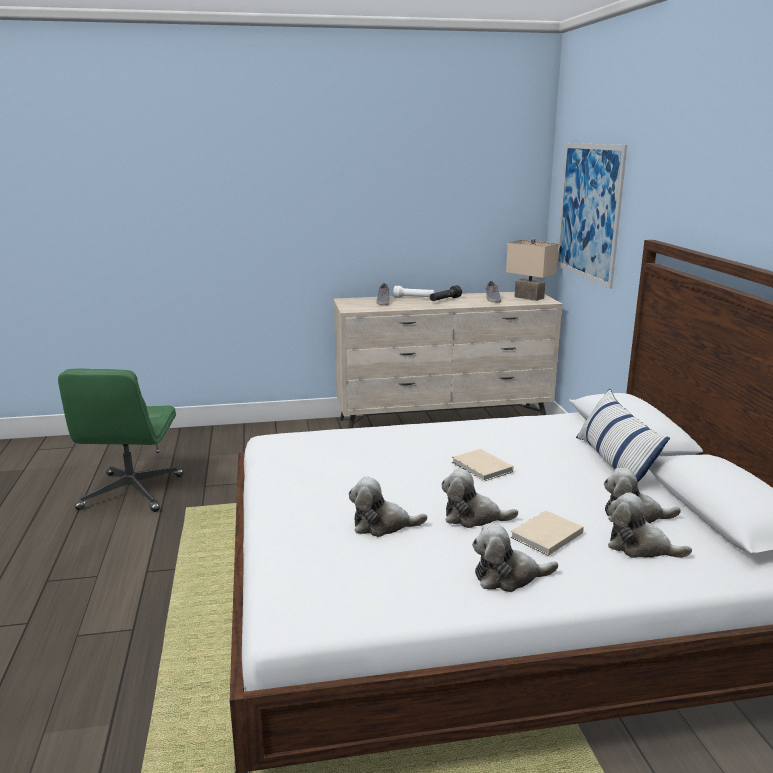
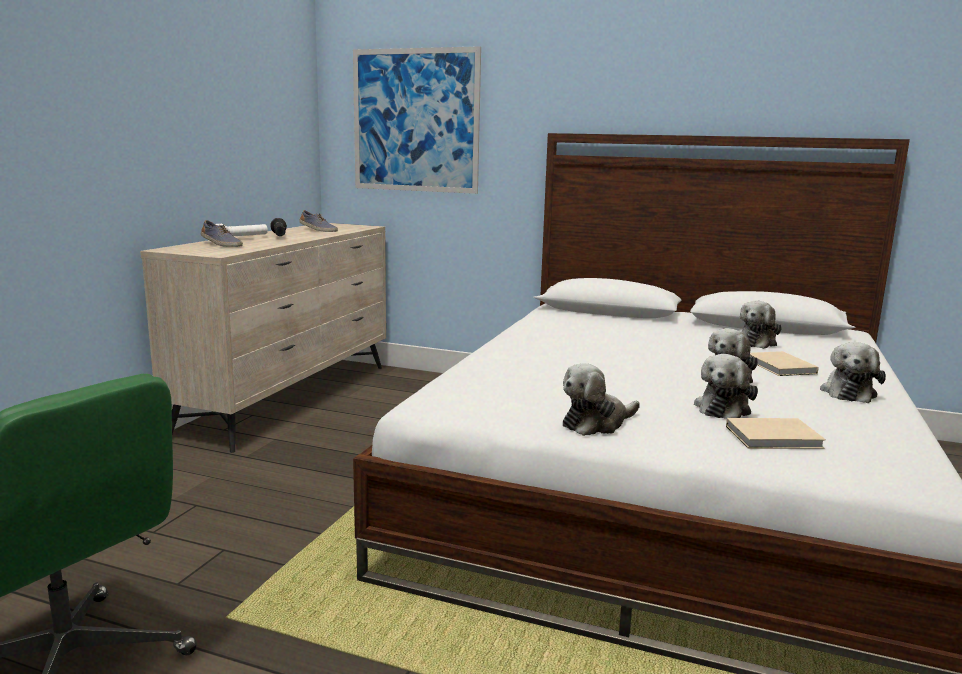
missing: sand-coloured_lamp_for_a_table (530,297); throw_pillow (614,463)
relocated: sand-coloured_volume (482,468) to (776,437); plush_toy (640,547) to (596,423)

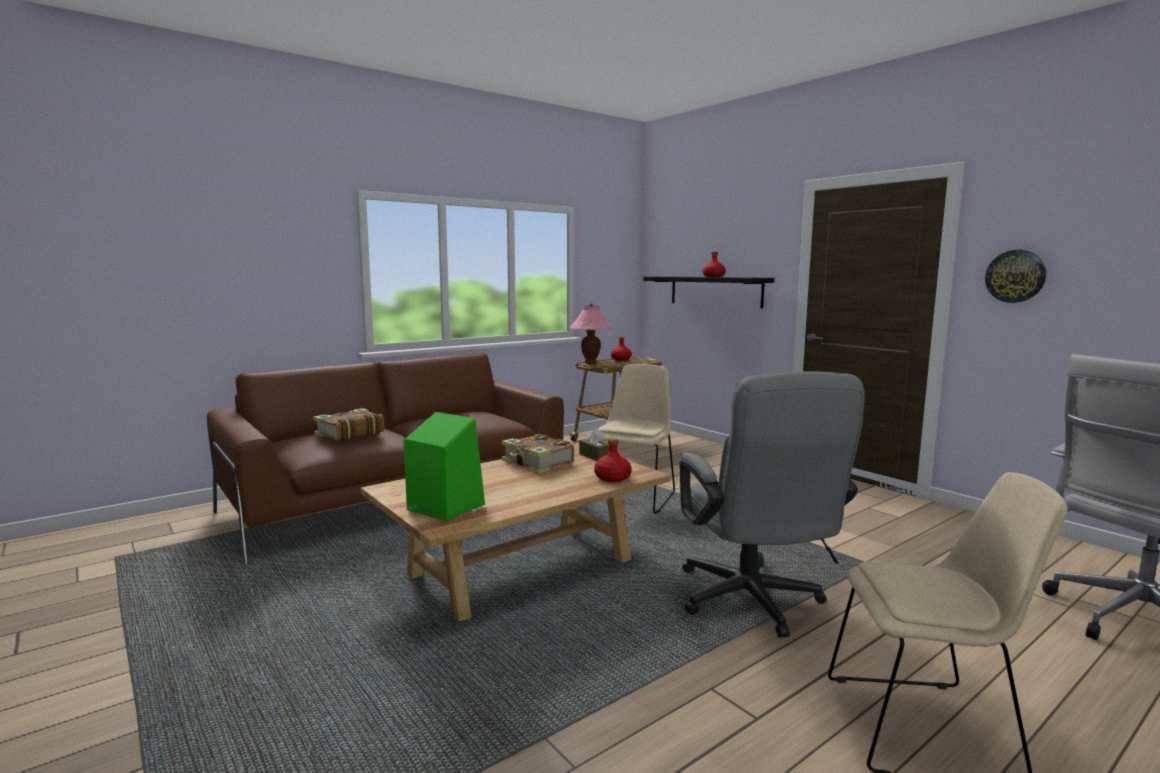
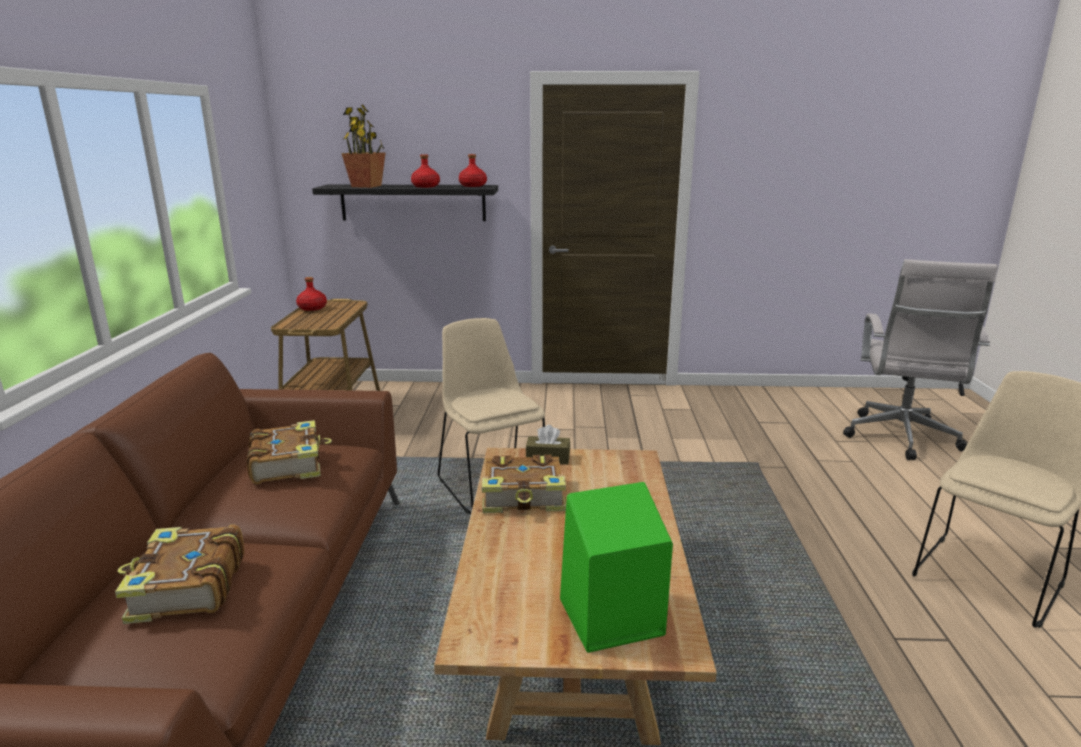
missing: pinkish_lamp_for_a_table (590,362); greyish_computer_chair (753,604); clock_on_the_wall (1015,276)
appeared: volume (288,464); plant_in_a_pot (367,186)
relocated: red_drink_bottle (612,478) to (473,186)

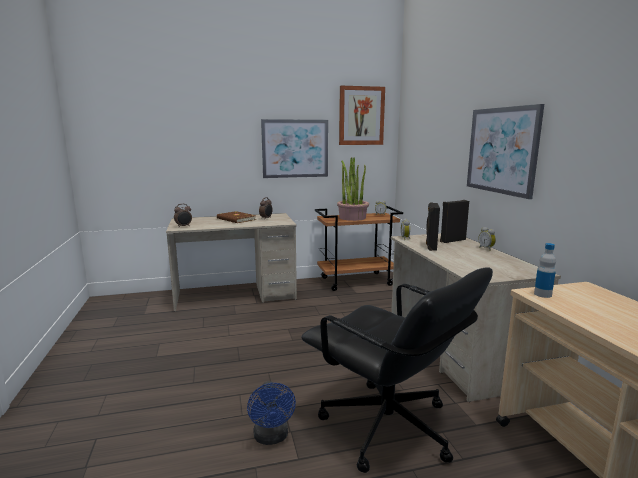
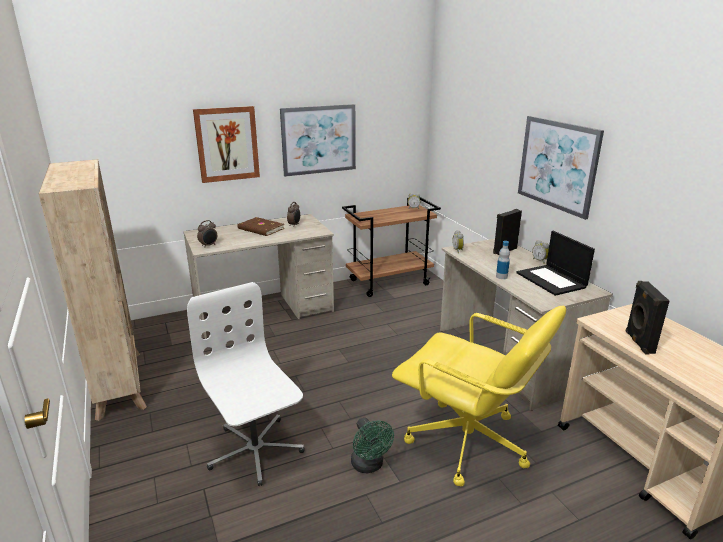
missing: plant_in_a_pot (352,217)
appeared: sand-coloured_bookshelf (119,383); white_computer_chair (255,451); laptop (552,280)
relocated: wall_picture (361,116) to (227,144); black_audio_speaker (430,246) to (638,342); drink_bottle (542,294) to (501,276)
colour: bluish_fan (272,437) to green-coloured_fan (369,466); black_computer_chair (387,428) to yellowish_computer_chair (468,444)

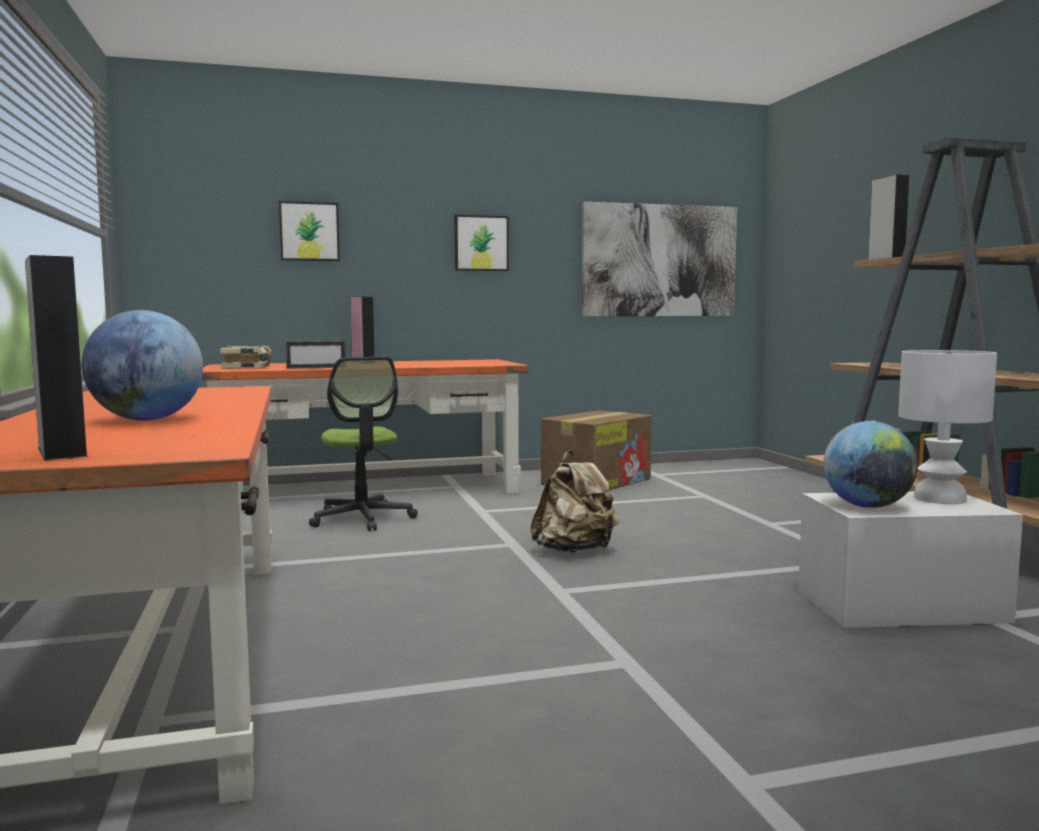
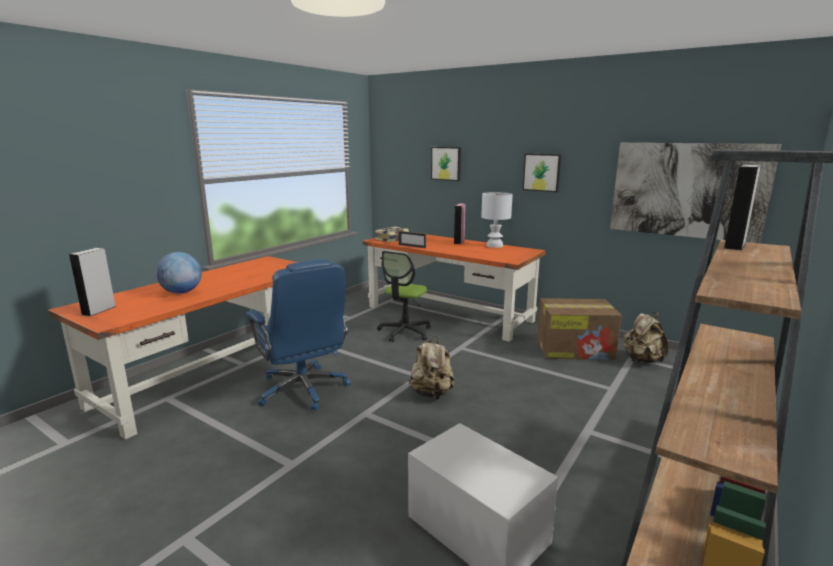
missing: globe (867,506)
appeared: bluish_computer_chair (303,390); sand-coloured_backpack (641,360)
relocated: white_lamp_for_a_table (938,498) to (494,245)

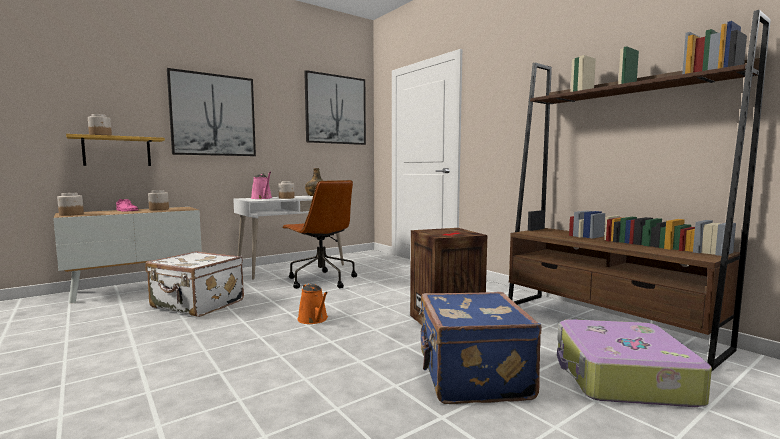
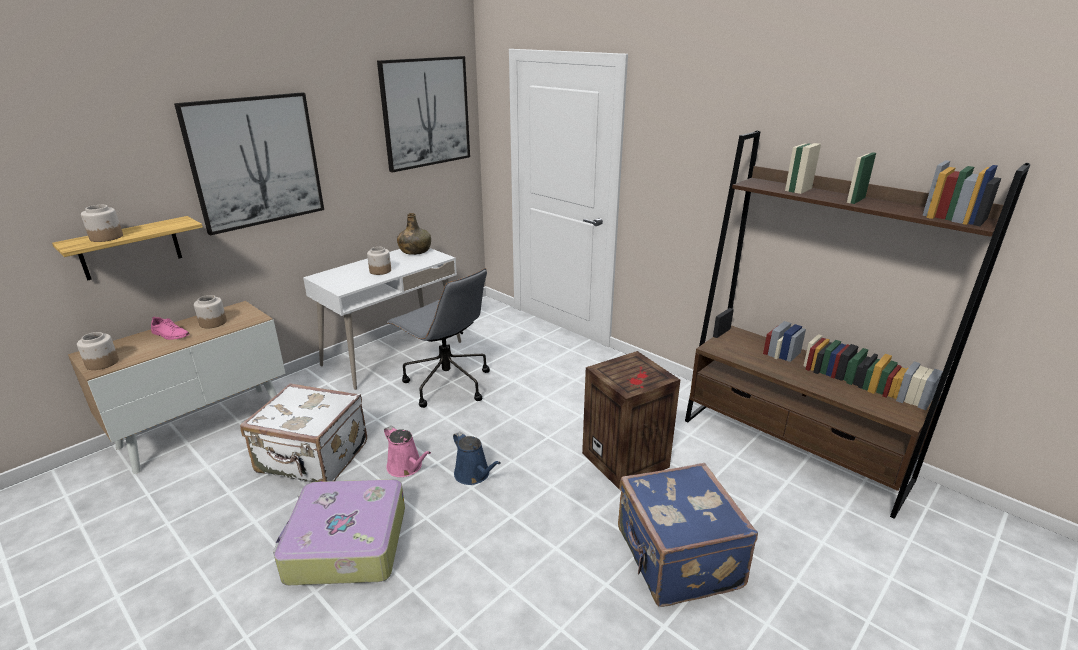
relocated: pinkish_sprinkling_can (262,198) to (406,467); travel_case (621,377) to (345,544)
colour: brown-coloured_computer_chair (321,280) to greyish_computer_chair (446,384); orange-coloured_sprinkling_can (314,319) to bluish_sprinkling_can (474,475)

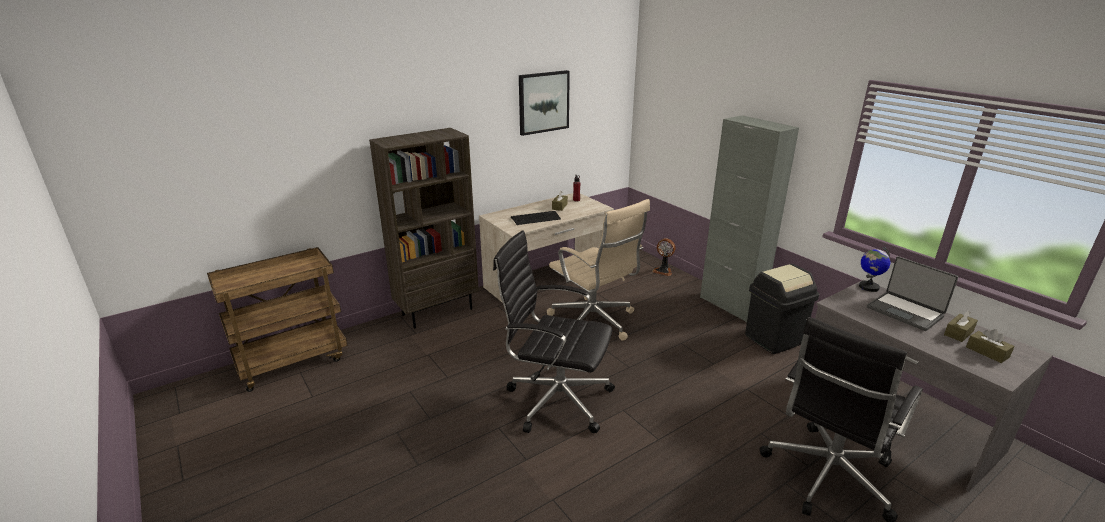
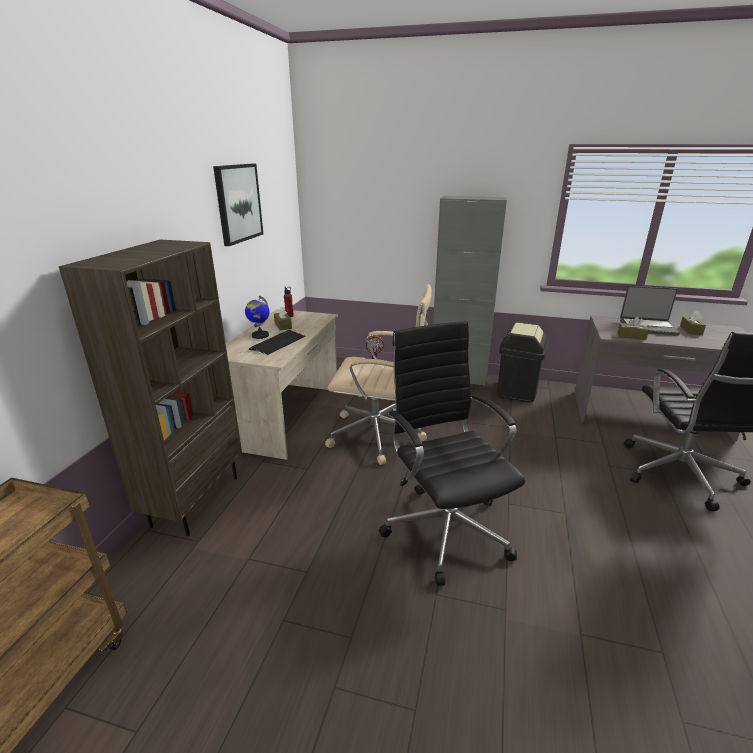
relocated: globe (868,287) to (260,335); brown-coloured_tissue_holder (987,352) to (631,336)
spun: black_computer_chair (556,399) = (445,527) 90 degrees clockwise

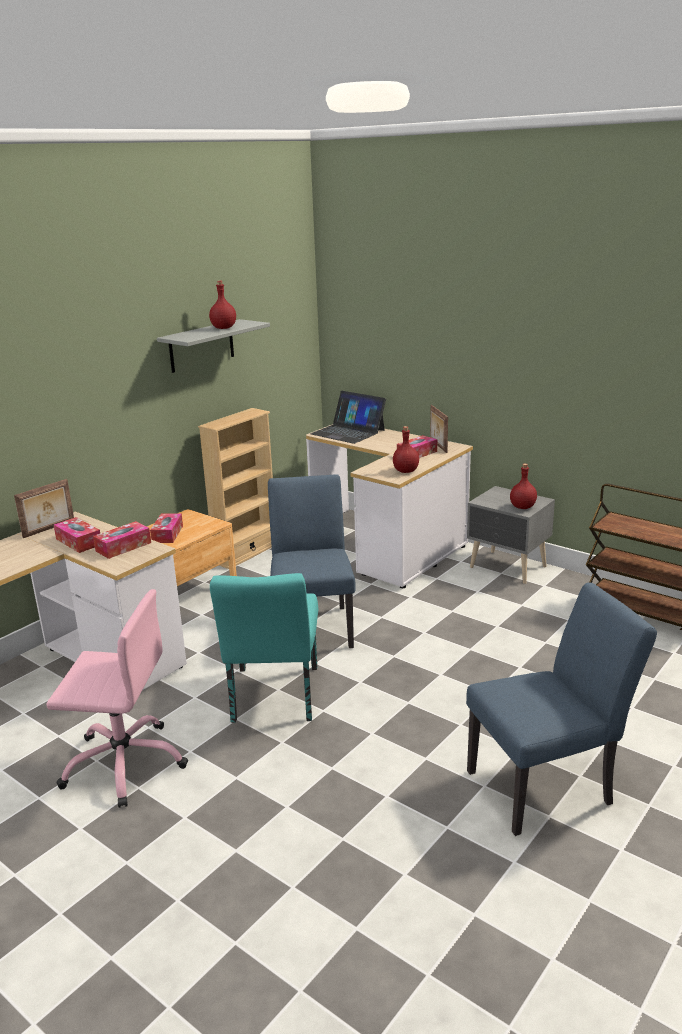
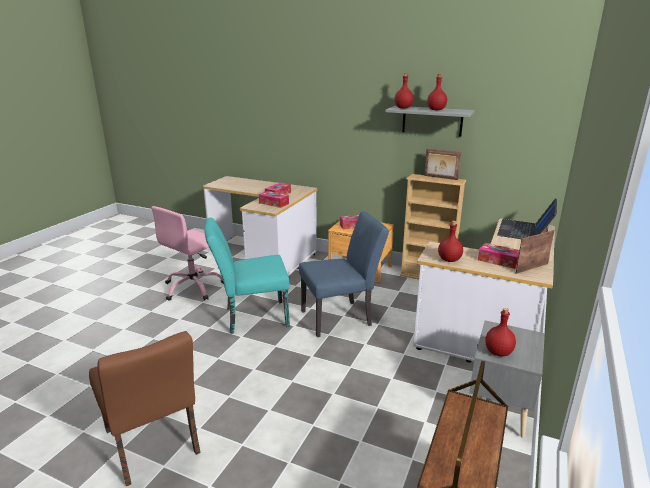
appeared: red_drink_bottle (403,108)
relocated: photo_frame (49,529) to (440,178)
colour: bluish_plain_chair (549,785) to brown-coloured_plain_chair (154,447)
spun: pinkish_computer_chair (124,763) = (194,287) 45 degrees clockwise

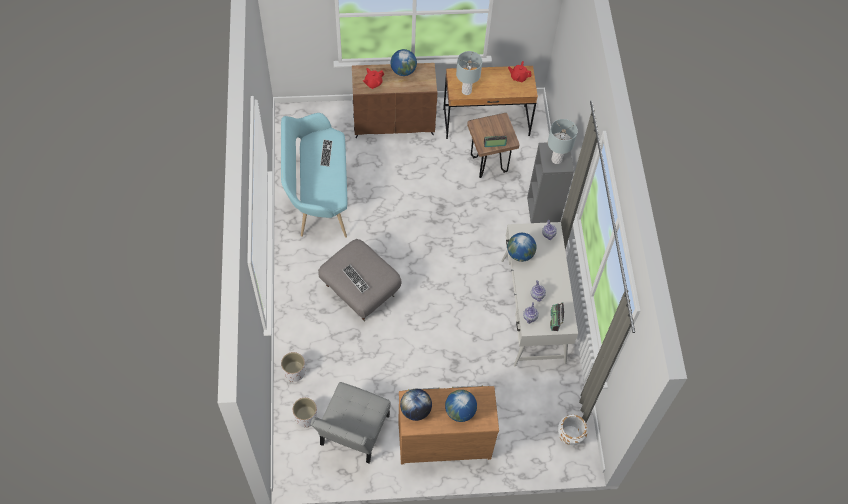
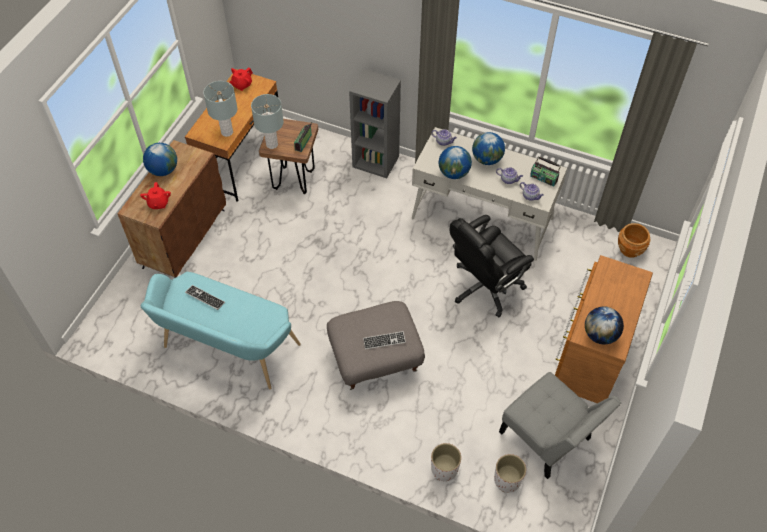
appeared: black_computer_chair (485,287)
relocated: globe (460,411) to (487,159); greyish_lamp_for_a_table (556,159) to (272,144)
colour: white_plant_pot (570,435) to brown-coloured_plant_pot (630,249)

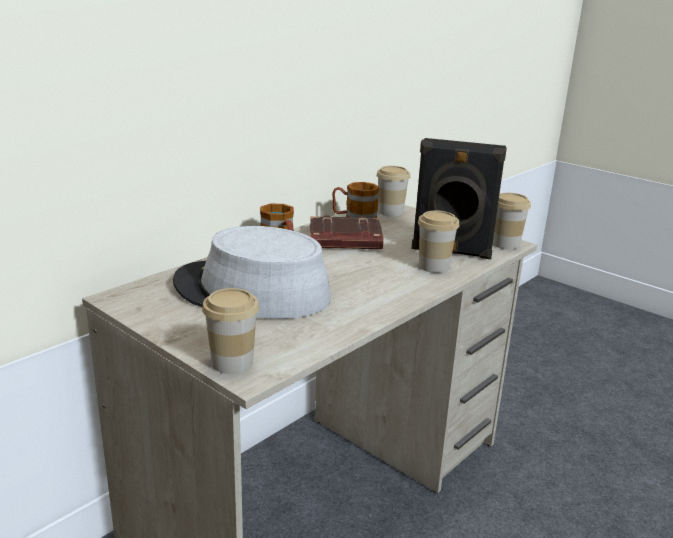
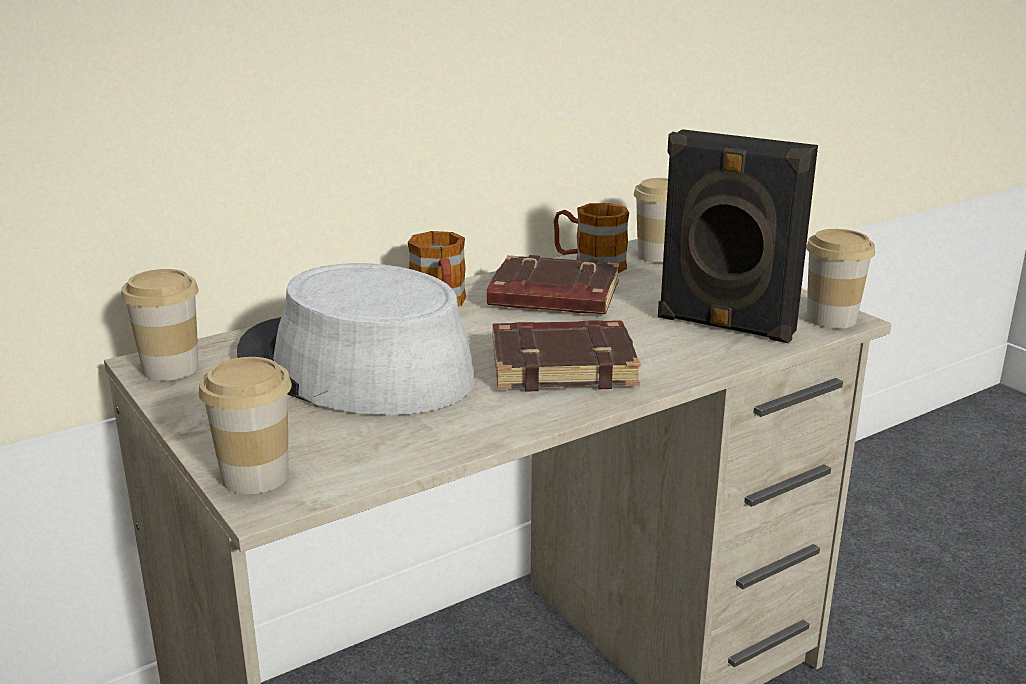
appeared: brown-coloured_volume (564,365)
relocated: cup (434,266) to (171,368)

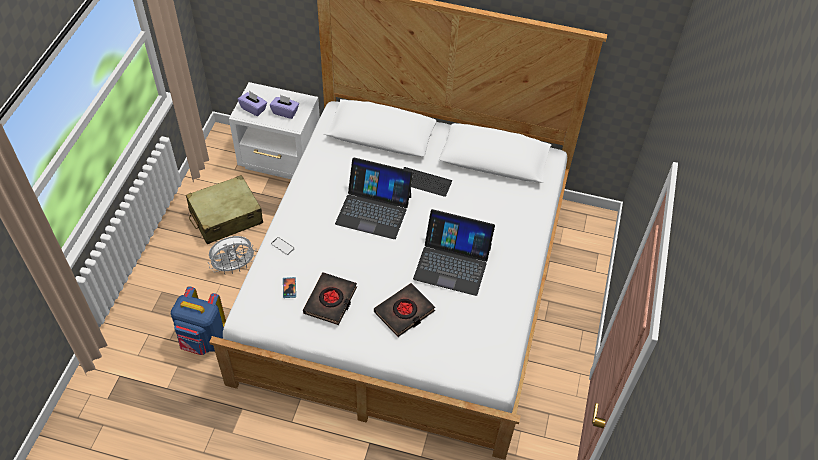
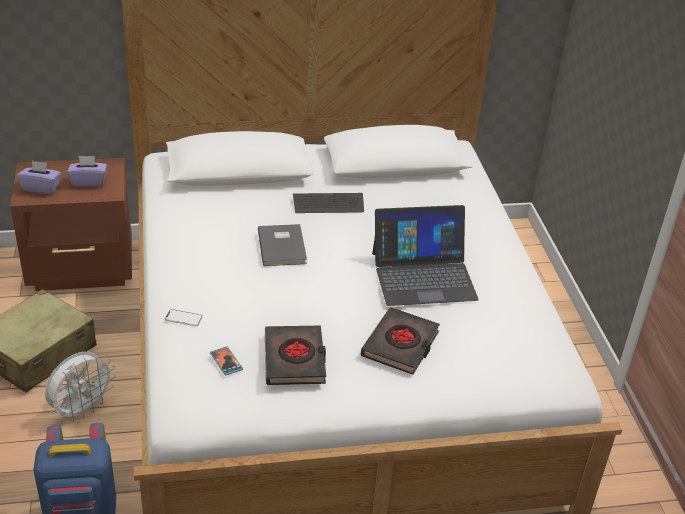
exchanged: laptop (374,209) to greyish_volume (283,246)
colour: white_nightstand (281,160) to brown-coloured_nightstand (83,269)

